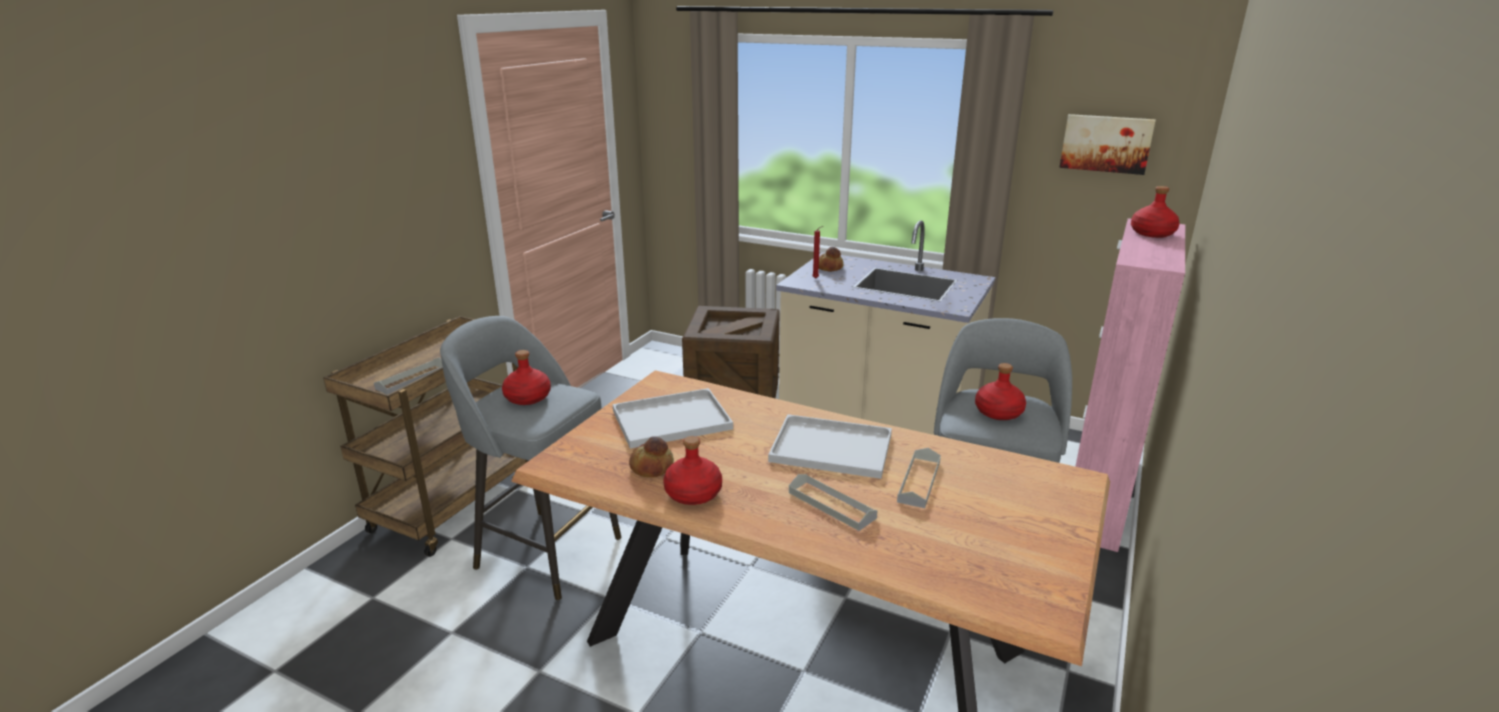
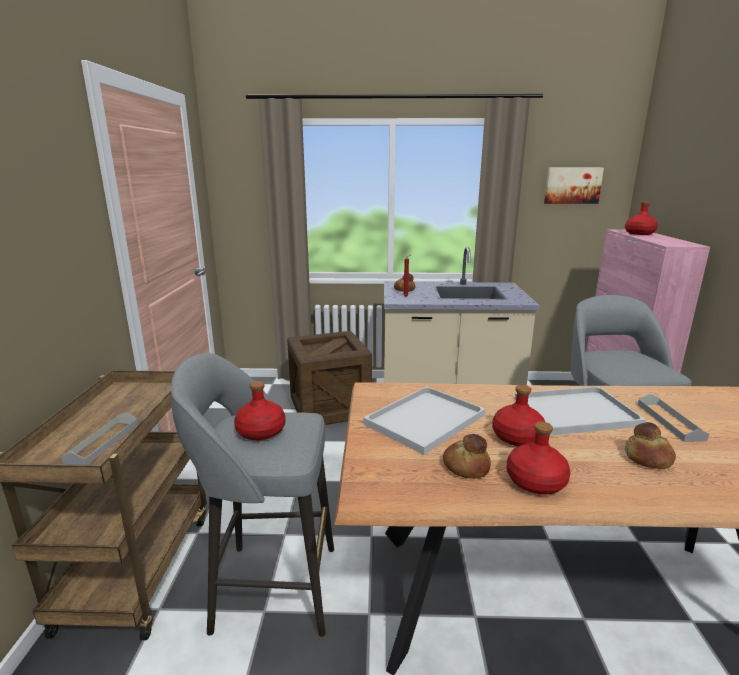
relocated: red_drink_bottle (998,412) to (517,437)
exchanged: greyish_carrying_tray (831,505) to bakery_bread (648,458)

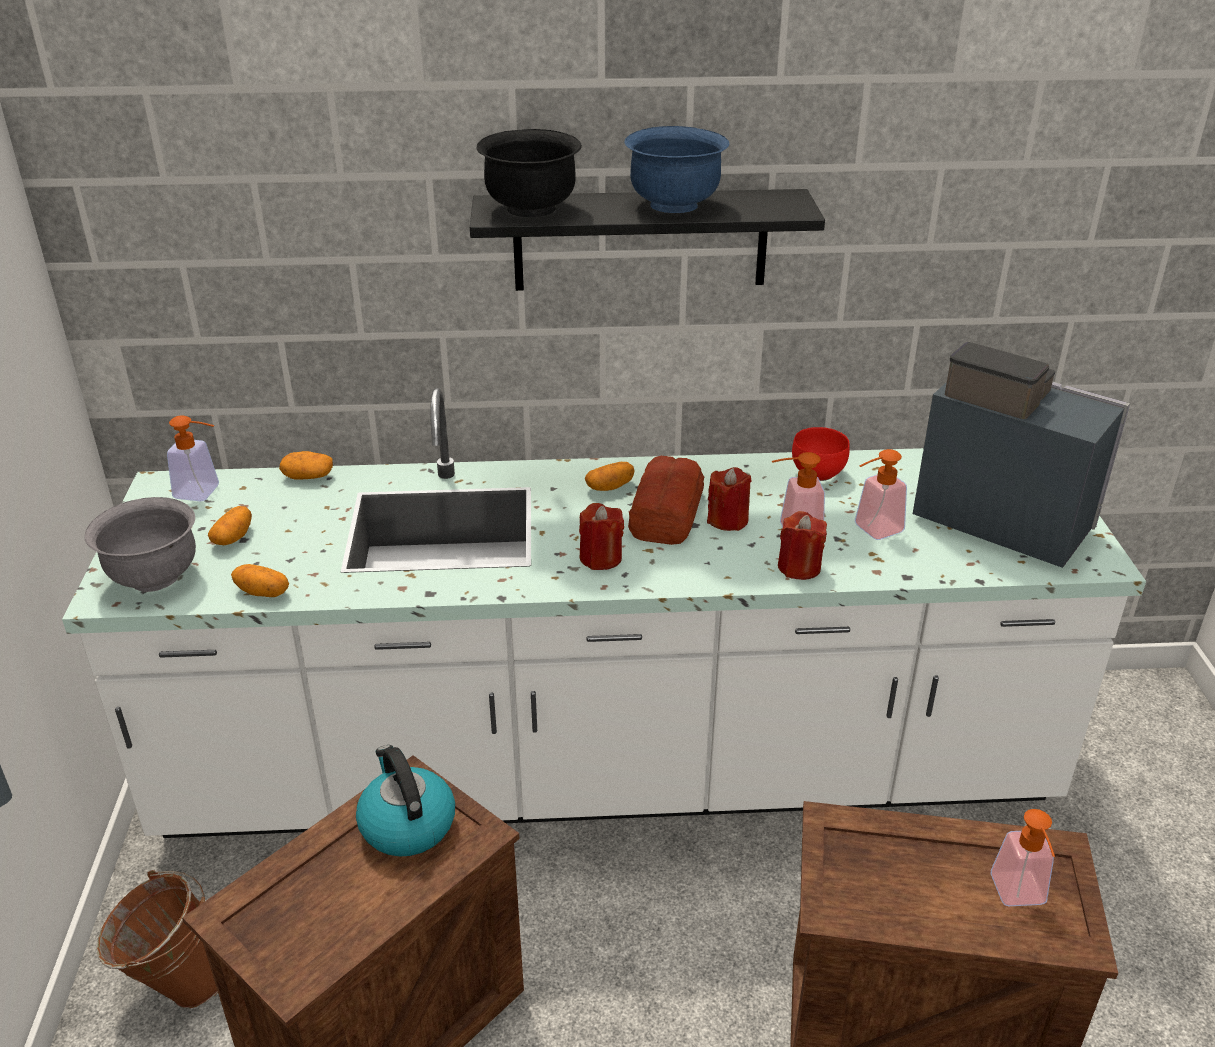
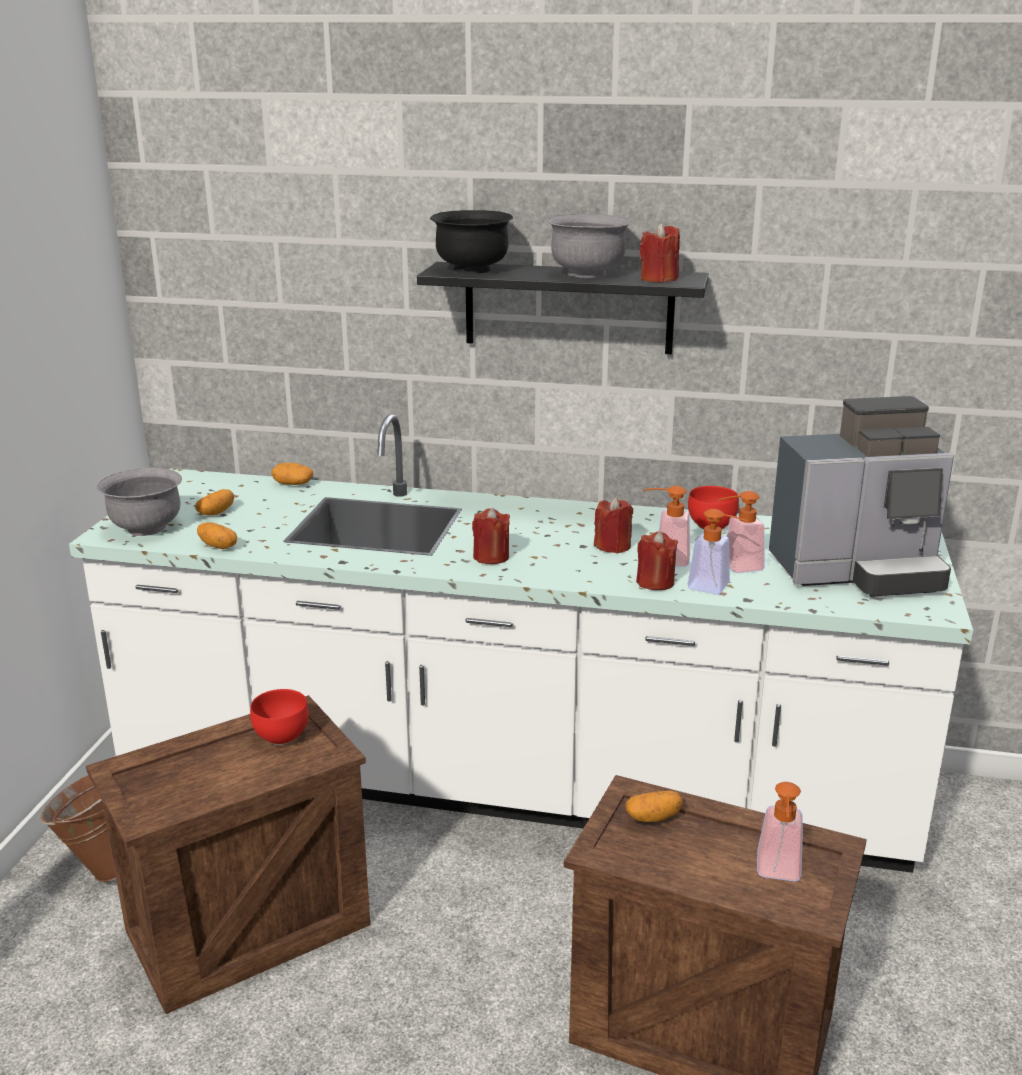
missing: bakery_bread (665,514)
appeared: red_wax_light (658,279)
relocated: soap_dispenser (204,493) to (716,588); whole_potato (610,487) to (653,817)
exchanged: water_kettle (406,824) to red_bowl (280,737)
colour: bluish_bowl (674,205) to greyish_bowl (588,274)
spun: coffee_maker (998,517) = (858,571) 120 degrees clockwise

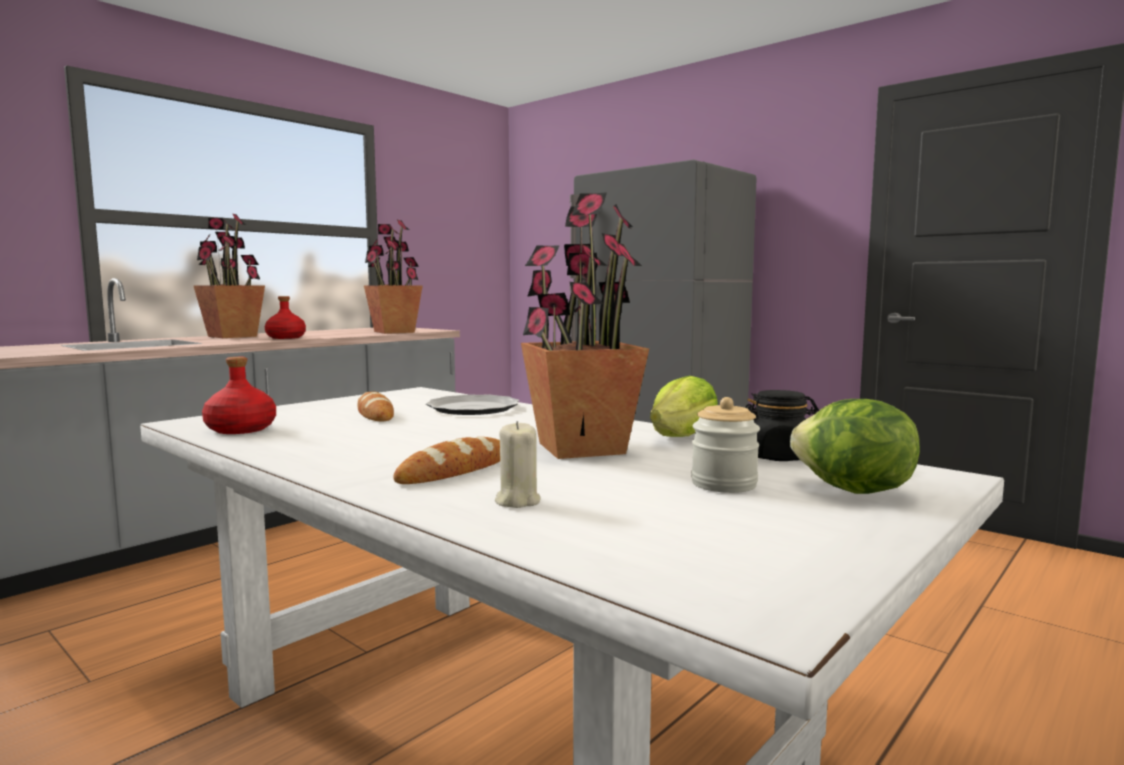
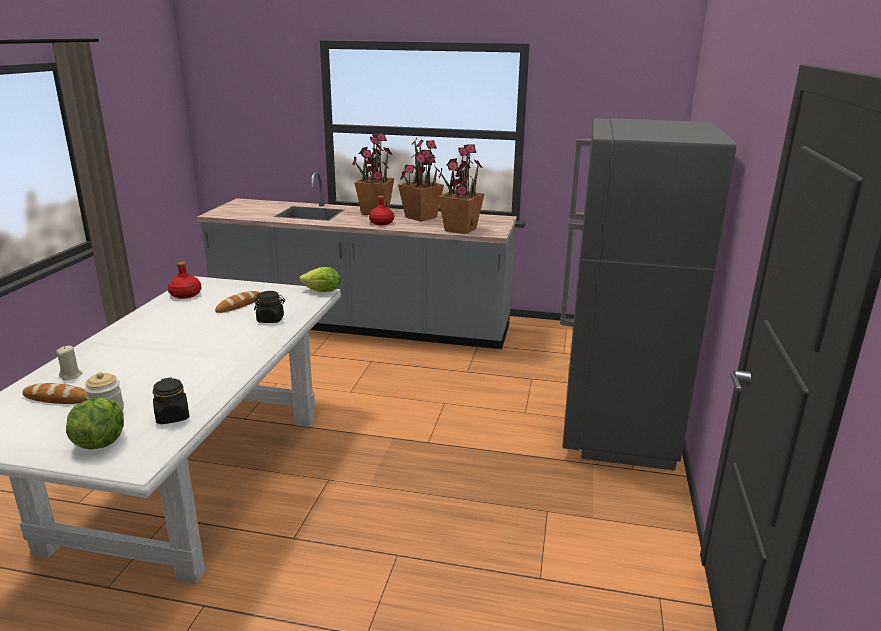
relocated: bakery_bread (455,470) to (58,398); plant_in_a_pot (580,448) to (421,217); lettuce (682,437) to (322,291)
exchanged: dinner_plate (473,408) to black_storage_jar (270,319)

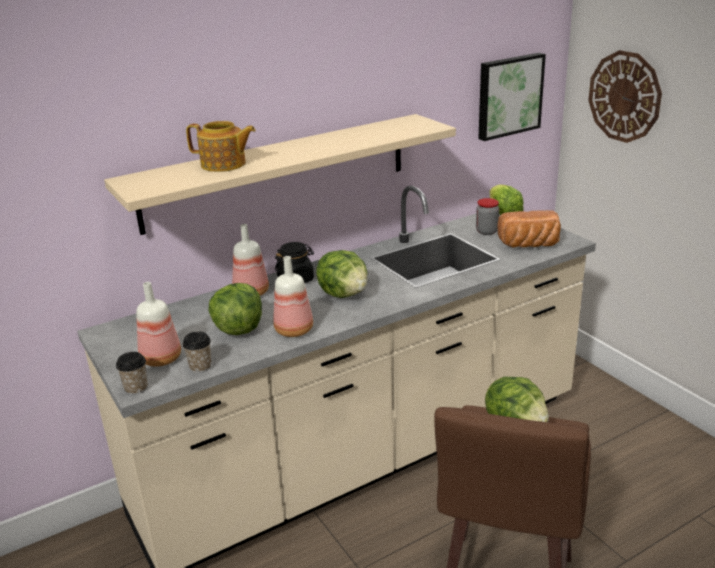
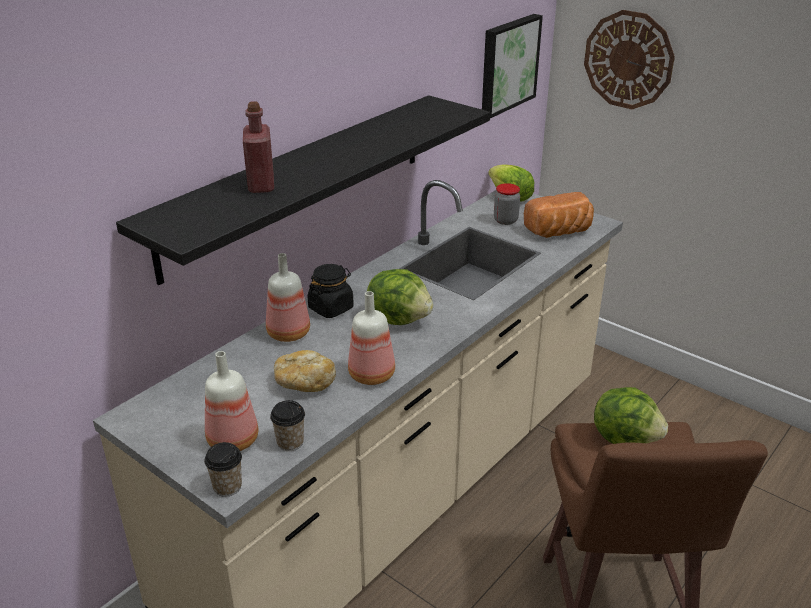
exchanged: tea_pot (224,164) to red_drink_bottle (261,185); lettuce (238,329) to bakery_bread (304,383)
colour: sand-coloured_wall_shelf (278,171) to black_wall_shelf (299,182)

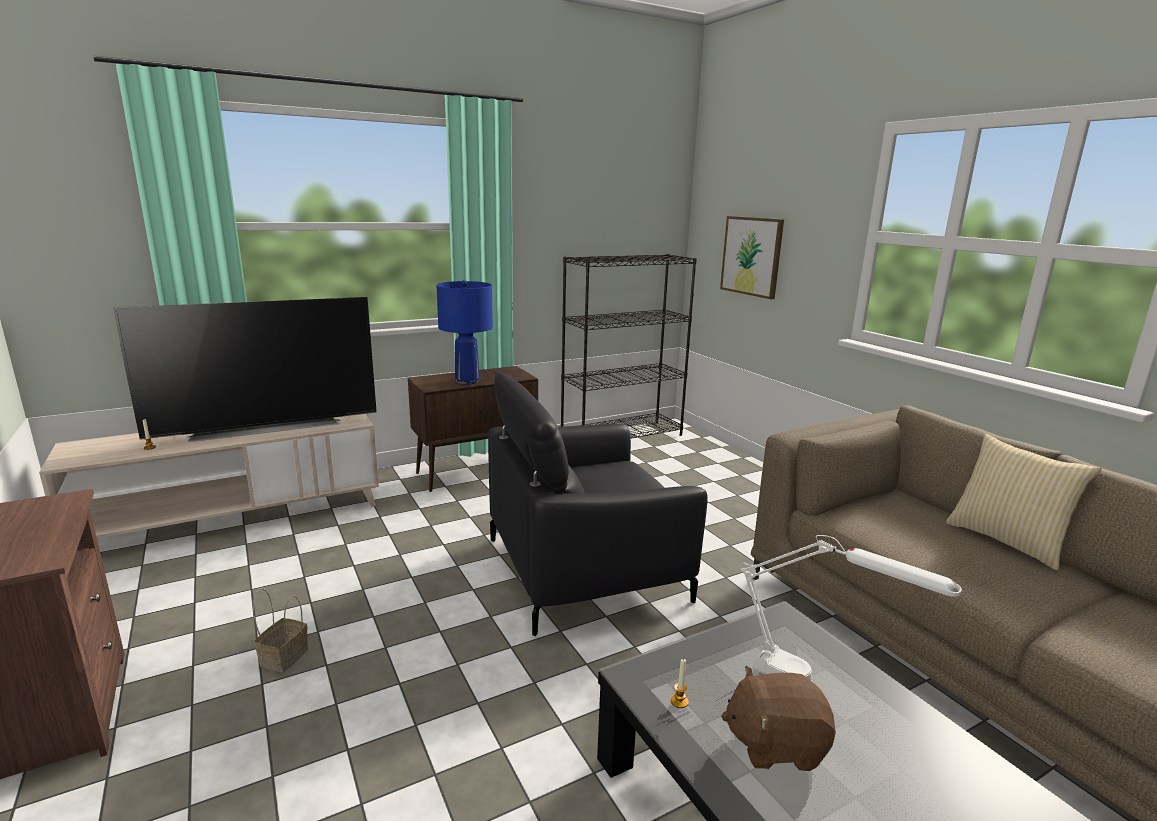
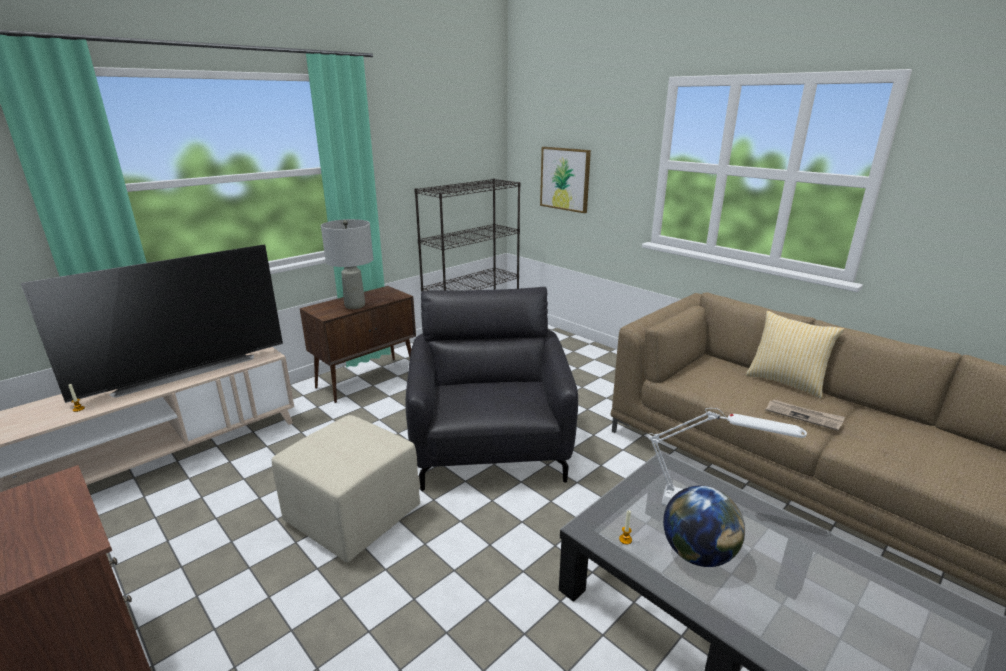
missing: household_basket (284,656)
appeared: sand-coloured_pouffe (352,516); daily_paper (803,416)
exchanged: brown-coloured_plush_toy (775,744) to globe (697,554)
colour: bluish_lamp_for_a_table (466,381) to greyish_lamp_for_a_table (354,305)
spun: black_easy_chair (585,569) = (490,447) 120 degrees clockwise

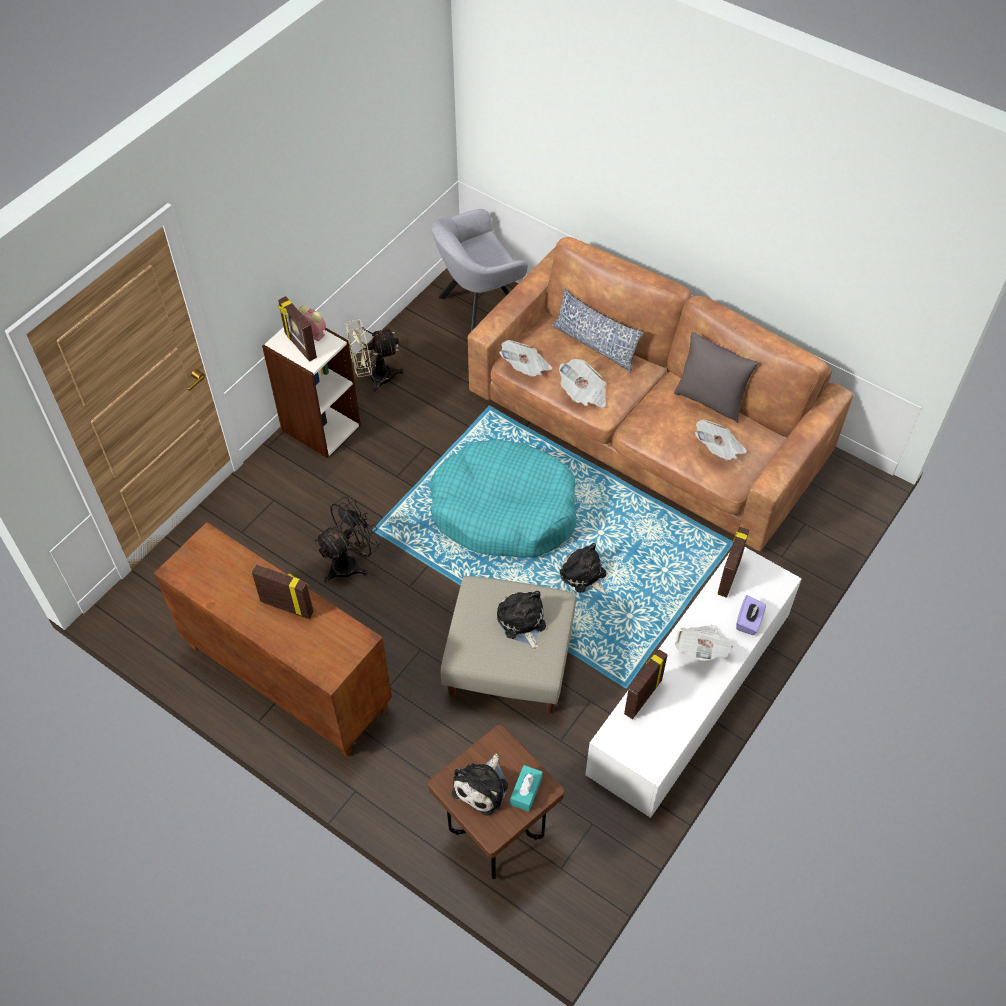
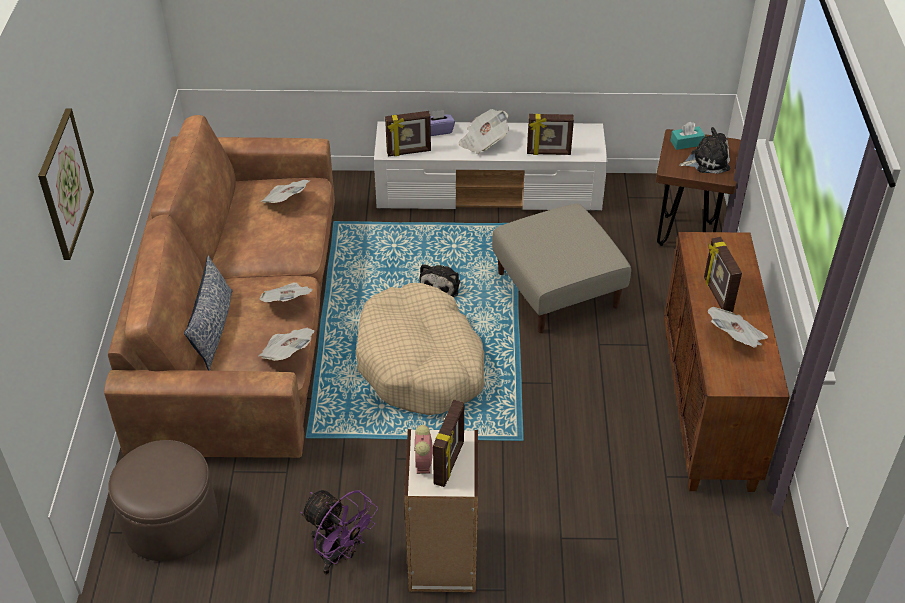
missing: black_fan (351,563); plush_toy (522,623); greyish_throw_pillow (710,400)
appeared: wall_picture (64,184); daily_paper (735,339)
exchanged: greyish_easy_chair (478,309) to brown-coloured_pouffe (170,522)
colour: sand-coloured_fan (374,377) to purple_fan (339,555); turquoise_dog_bed (504,511) to sand-coloured_dog_bed (421,364)

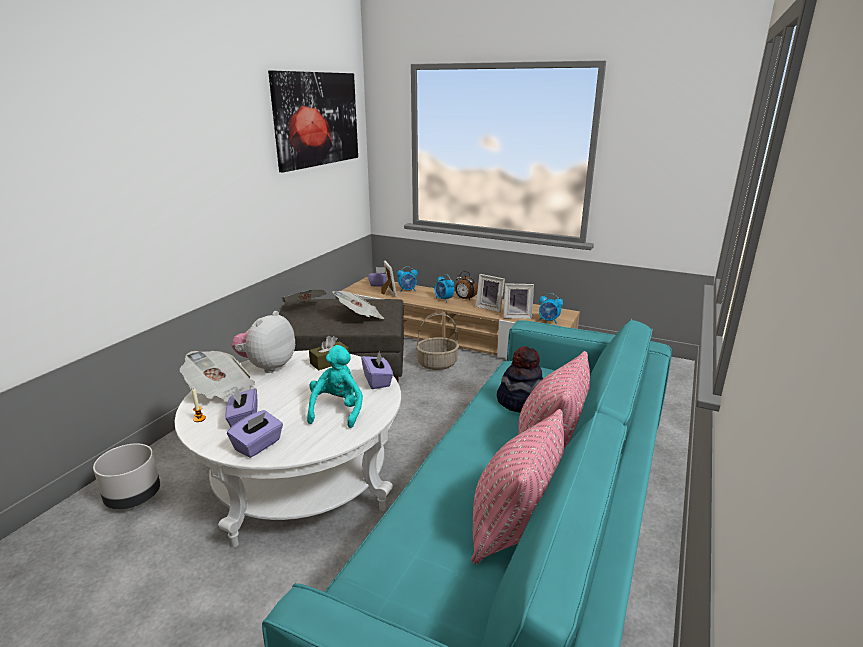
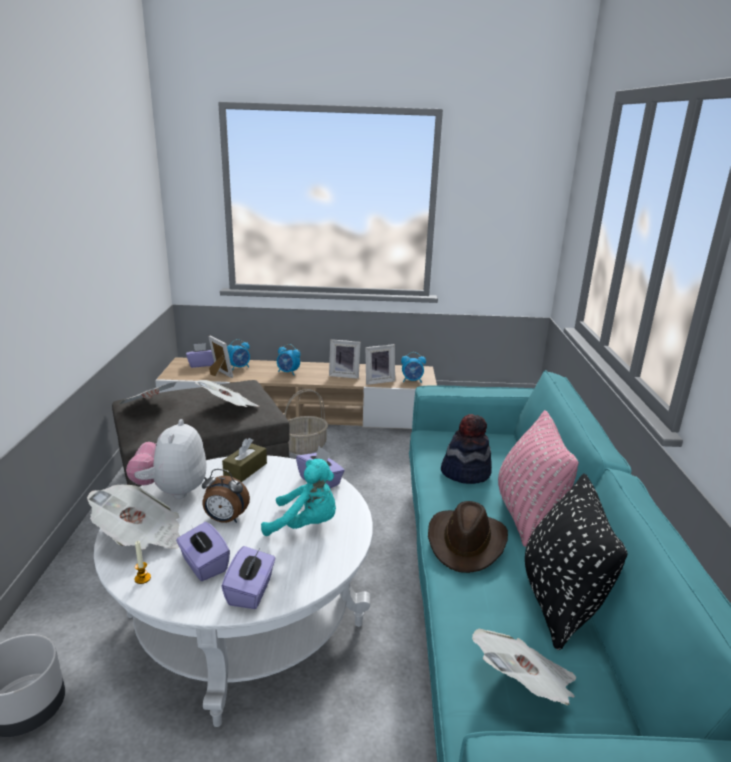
missing: wall_picture (316,119)
appeared: brown-coloured_clothing_hat (466,542); daily_paper (524,685)
relocated: bedside_clock (465,299) to (225,520)
colour: pinkish_throw_pillow (513,527) to black_throw_pillow (560,602)
spun: turquoise_plush_toy (337,410) = (305,525) 120 degrees clockwise

